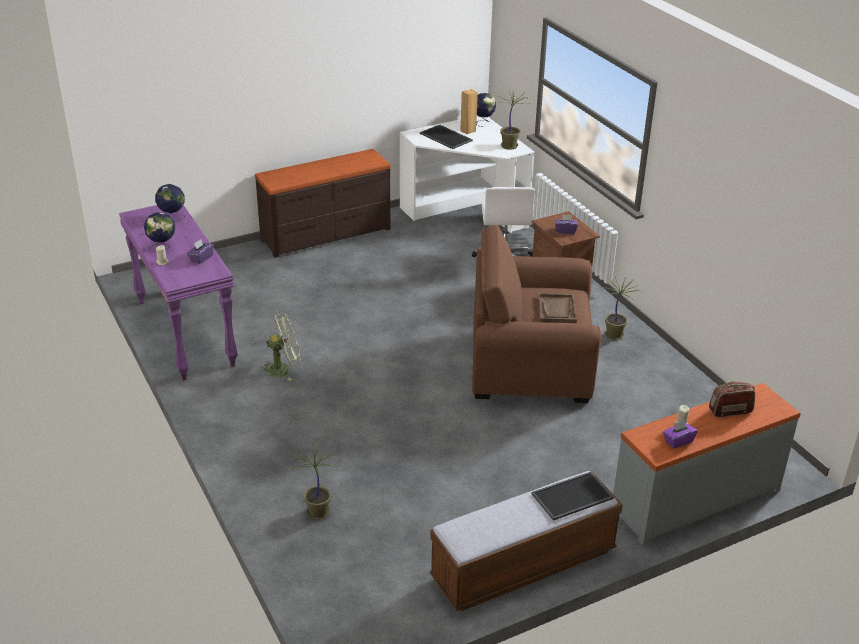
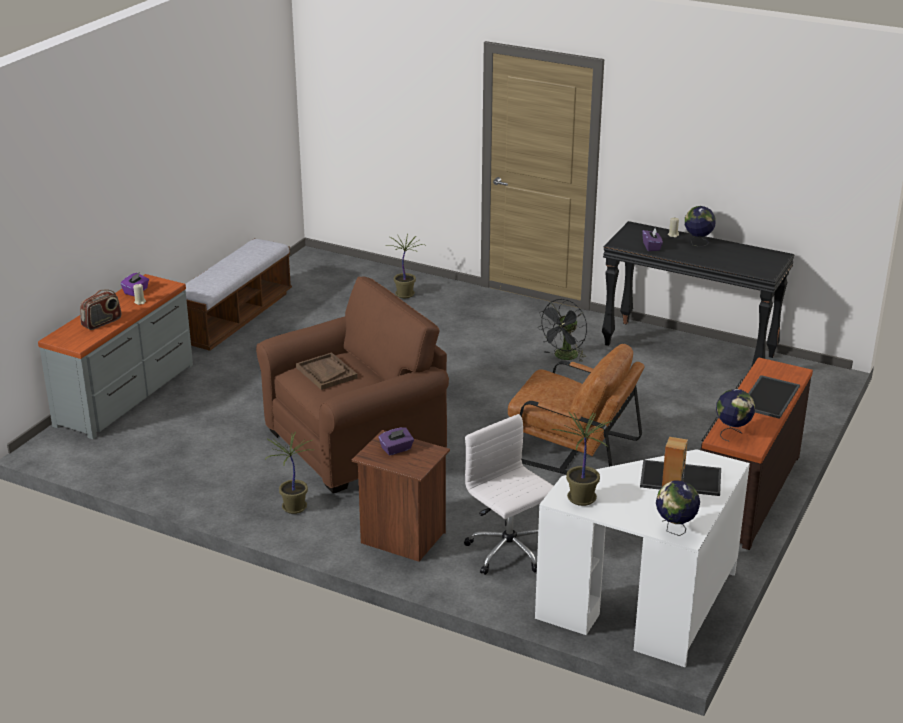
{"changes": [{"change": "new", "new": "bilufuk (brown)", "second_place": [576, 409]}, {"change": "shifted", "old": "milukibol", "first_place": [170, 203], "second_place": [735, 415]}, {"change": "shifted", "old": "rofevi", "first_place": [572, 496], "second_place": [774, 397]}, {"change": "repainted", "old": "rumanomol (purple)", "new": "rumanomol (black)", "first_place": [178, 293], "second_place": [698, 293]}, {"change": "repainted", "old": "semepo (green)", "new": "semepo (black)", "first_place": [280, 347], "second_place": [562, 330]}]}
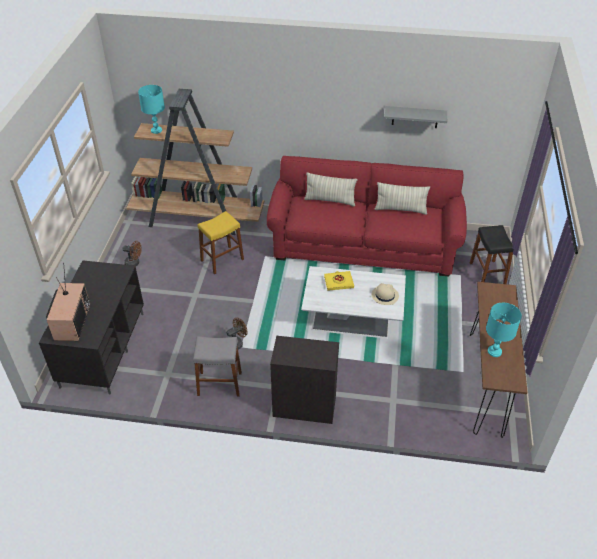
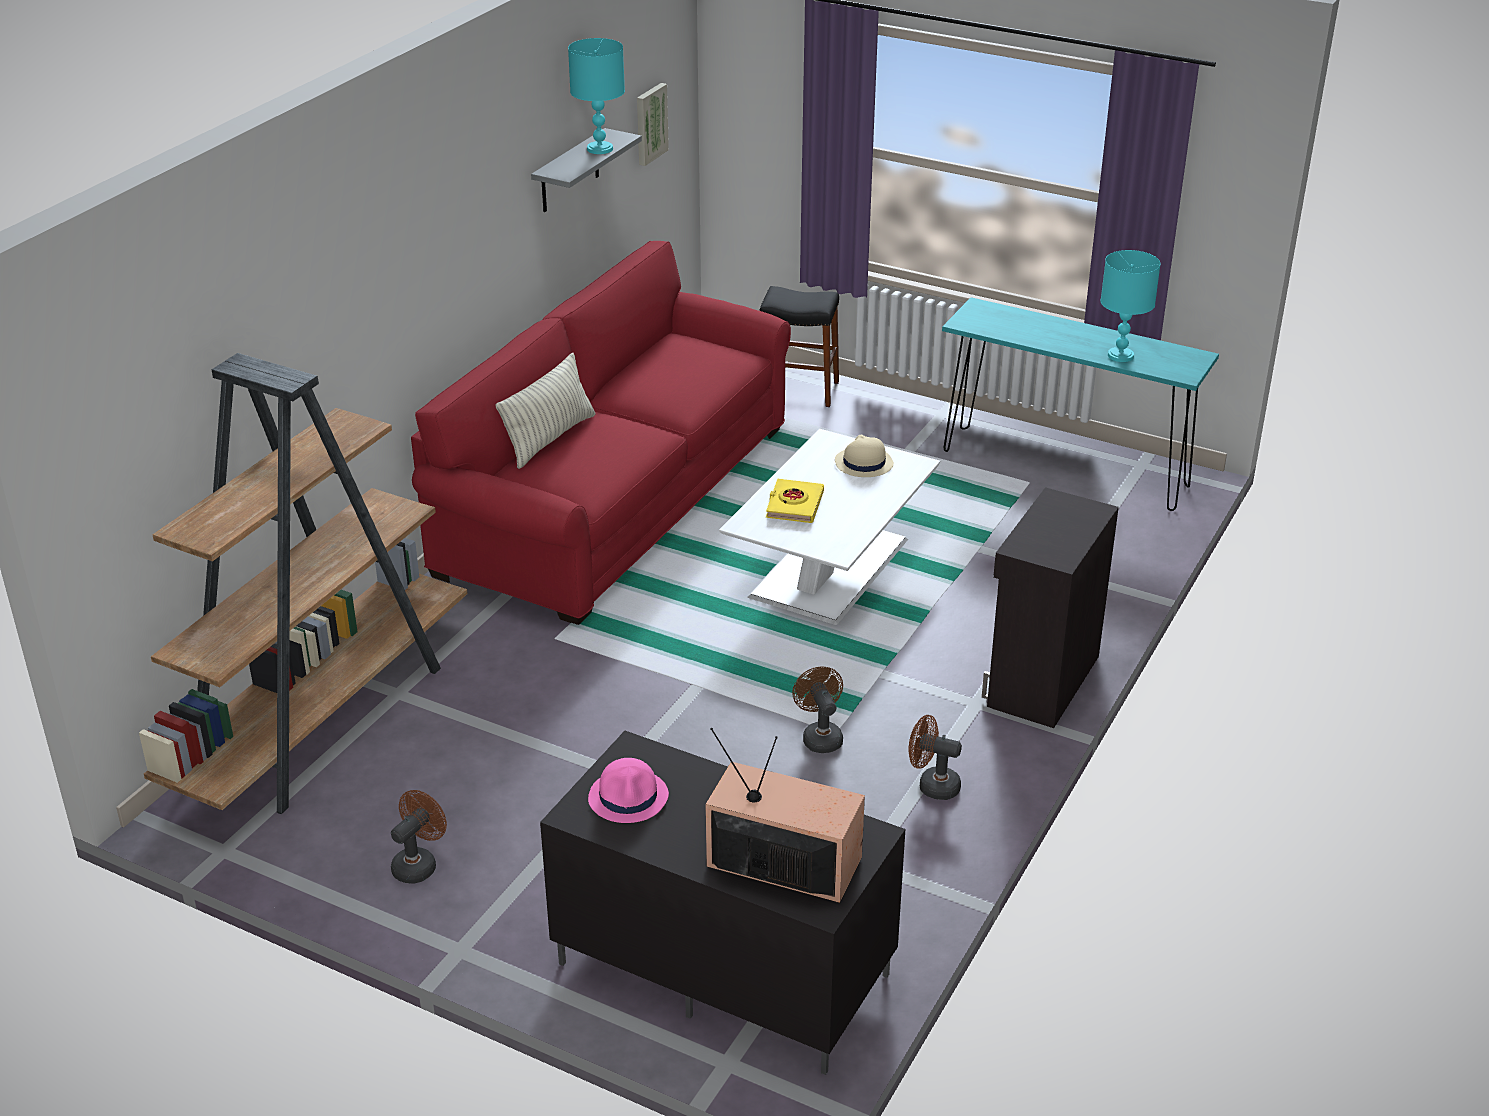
{"changes": [{"change": "gone", "old": "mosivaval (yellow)", "first_place": [221, 242]}, {"change": "gone", "old": "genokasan", "first_place": [402, 198]}, {"change": "new", "new": "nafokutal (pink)", "second_place": [628, 790]}, {"change": "new", "new": "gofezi", "second_place": [653, 124]}, {"change": "shifted", "old": "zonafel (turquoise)", "first_place": [151, 109], "second_place": [596, 96]}, {"change": "swapped", "old": "mosivaval (grey)", "new": "semepo (brown)", "first_place": [217, 366], "second_place": [935, 757]}, {"change": "repainted", "old": "rumanomol (brown)", "new": "rumanomol (turquoise)", "first_place": [499, 360], "second_place": [1080, 404]}]}
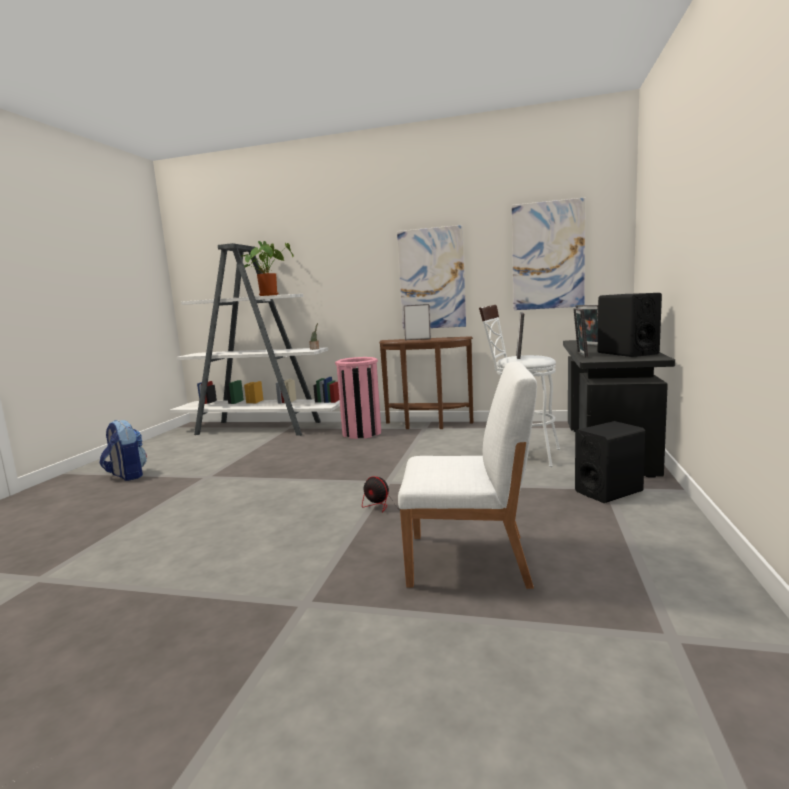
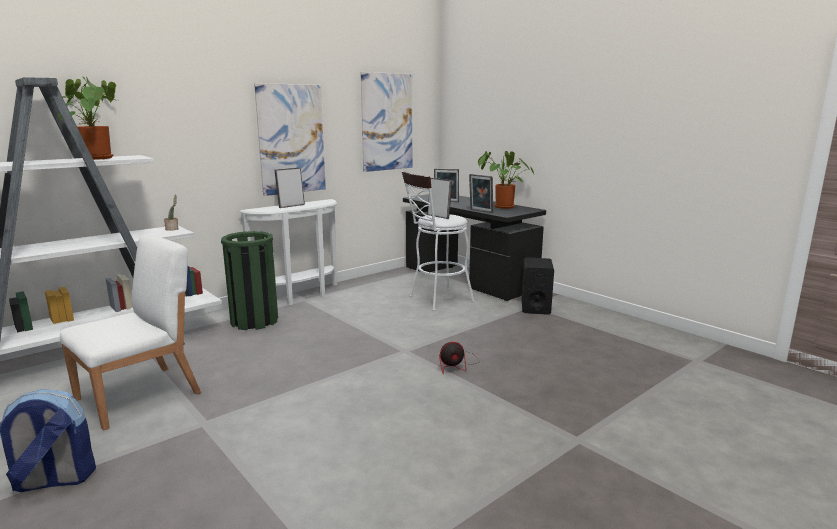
{"changes": [{"change": "shifted", "old": "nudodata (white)", "first_place": [467, 475], "second_place": [130, 332]}, {"change": "swapped", "old": "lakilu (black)", "new": "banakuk", "first_place": [630, 325], "second_place": [506, 180]}, {"change": "repainted", "old": "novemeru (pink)", "new": "novemeru (green)", "first_place": [358, 398], "second_place": [249, 280]}, {"change": "repainted", "old": "rumanomol (brown)", "new": "rumanomol (white)", "first_place": [426, 382], "second_place": [288, 252]}]}
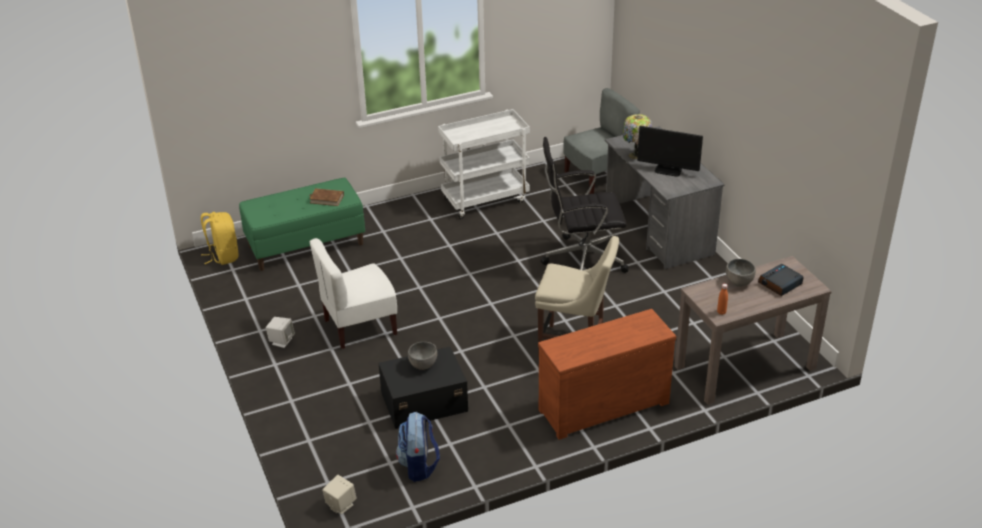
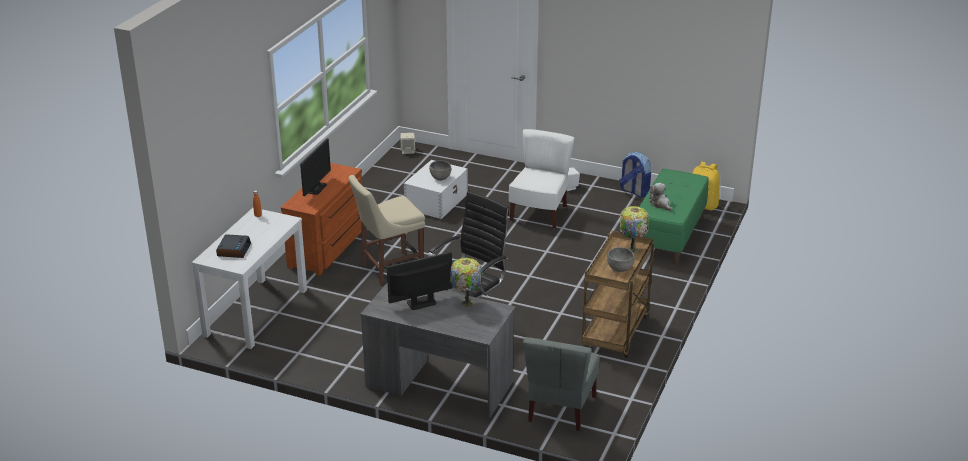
{"changes": [{"change": "new", "new": "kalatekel", "second_place": [315, 167]}, {"change": "new", "new": "zonafel", "second_place": [634, 230]}, {"change": "shifted", "old": "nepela", "first_place": [418, 447], "second_place": [635, 175]}, {"change": "shifted", "old": "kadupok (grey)", "first_place": [741, 273], "second_place": [620, 259]}, {"change": "swapped", "old": "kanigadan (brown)", "new": "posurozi", "first_place": [326, 197], "second_place": [660, 197]}, {"change": "repainted", "old": "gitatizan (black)", "new": "gitatizan (white)", "first_place": [423, 388], "second_place": [436, 189]}, {"change": "repainted", "old": "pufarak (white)", "new": "pufarak (brown)", "first_place": [484, 164], "second_place": [618, 294]}, {"change": "repainted", "old": "rumanomol (brown)", "new": "rumanomol (white)", "first_place": [753, 330], "second_place": [249, 278]}]}
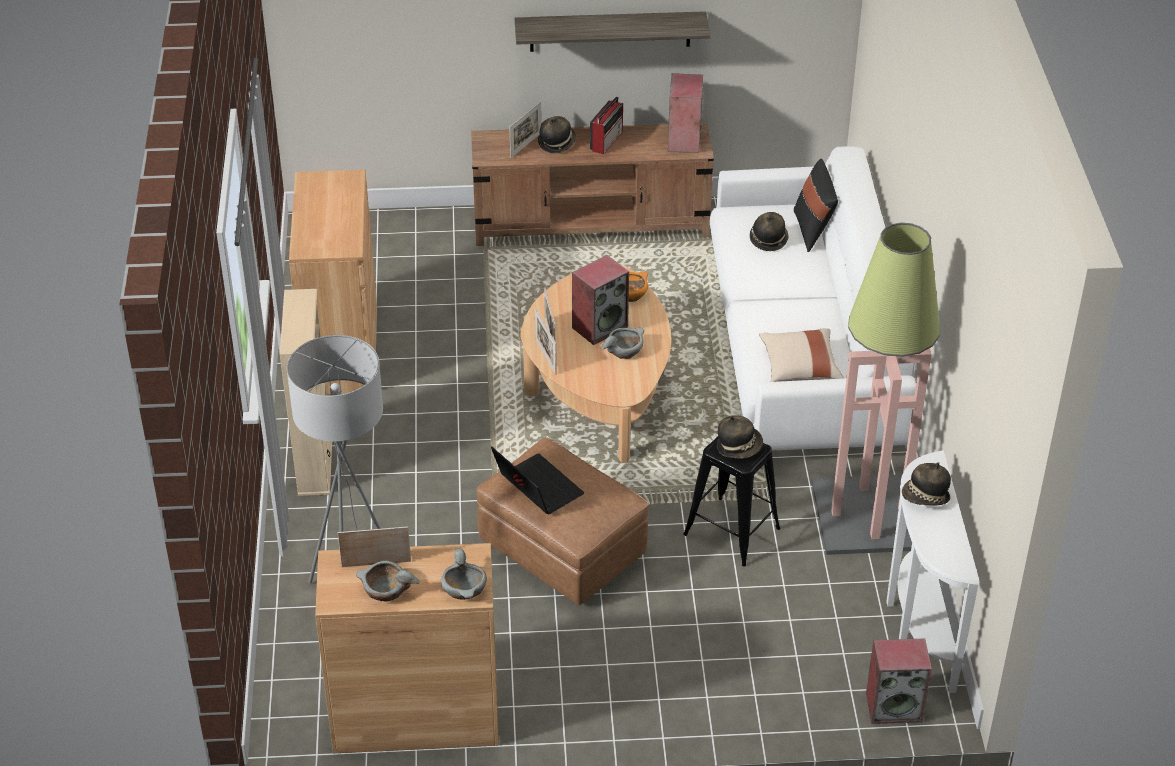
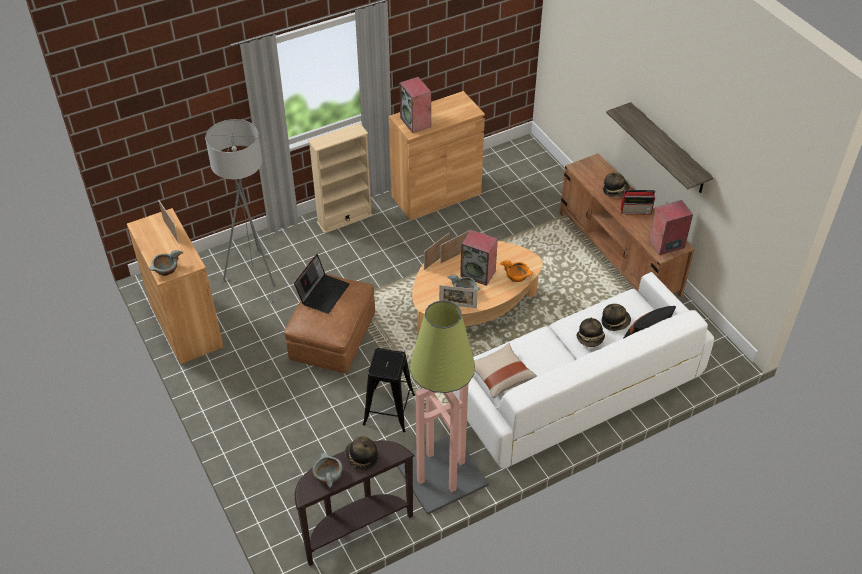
{"changes": [{"change": "shifted", "old": "kadupok (grey)", "first_place": [388, 581], "second_place": [327, 470]}, {"change": "shifted", "old": "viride", "first_place": [525, 130], "second_place": [458, 296]}, {"change": "shifted", "old": "nafokutal", "first_place": [740, 437], "second_place": [591, 332]}, {"change": "shifted", "old": "lakilu", "first_place": [899, 681], "second_place": [415, 105]}, {"change": "repainted", "old": "rumanomol (white)", "new": "rumanomol (brown)", "first_place": [933, 571], "second_place": [354, 503]}]}
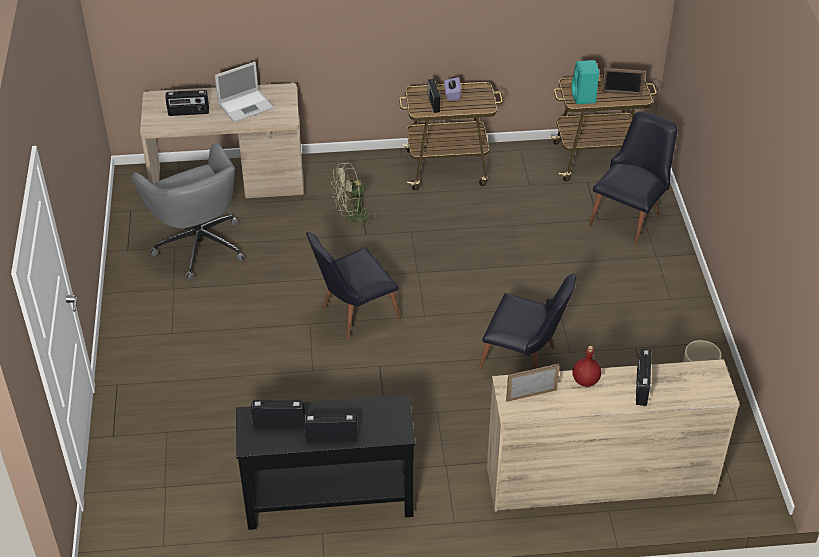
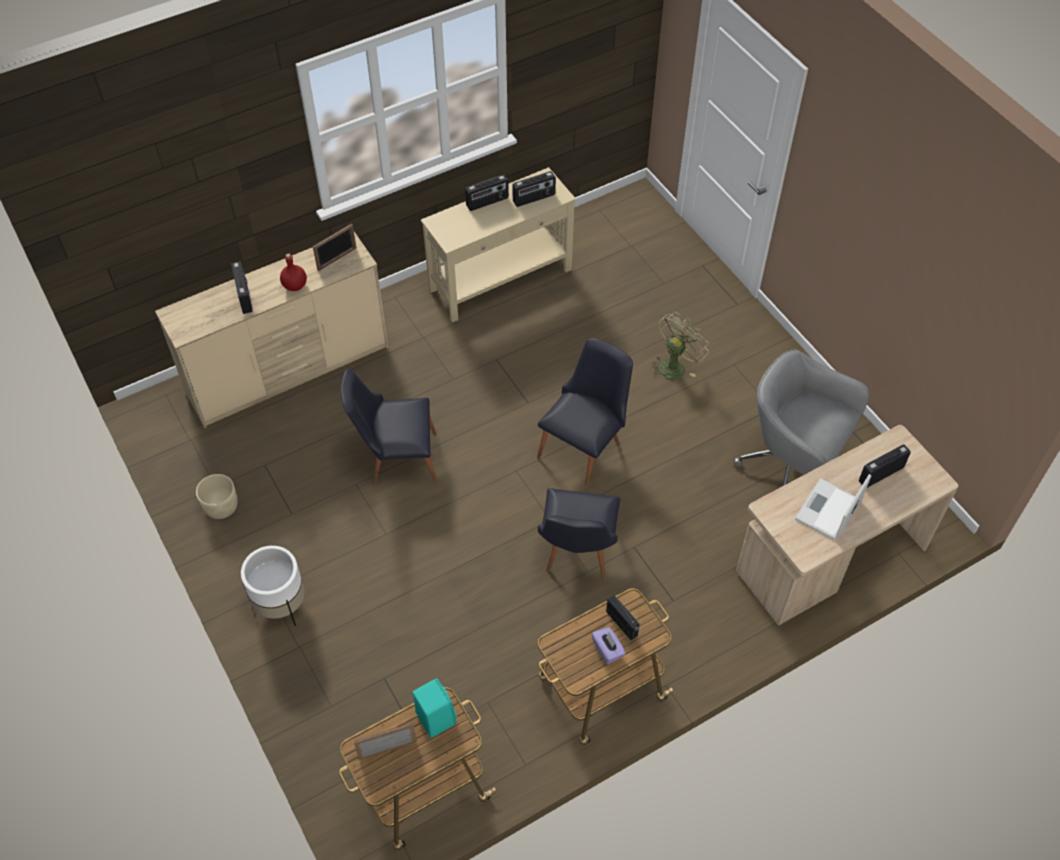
{"changes": [{"change": "new", "new": "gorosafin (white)", "second_place": [273, 586]}, {"change": "shifted", "old": "semepo (green)", "first_place": [354, 195], "second_place": [680, 345]}, {"change": "shifted", "old": "nudodata (black)", "first_place": [633, 178], "second_place": [579, 533]}, {"change": "repainted", "old": "rumanomol (black)", "new": "rumanomol (beige)", "first_place": [325, 462], "second_place": [498, 244]}]}
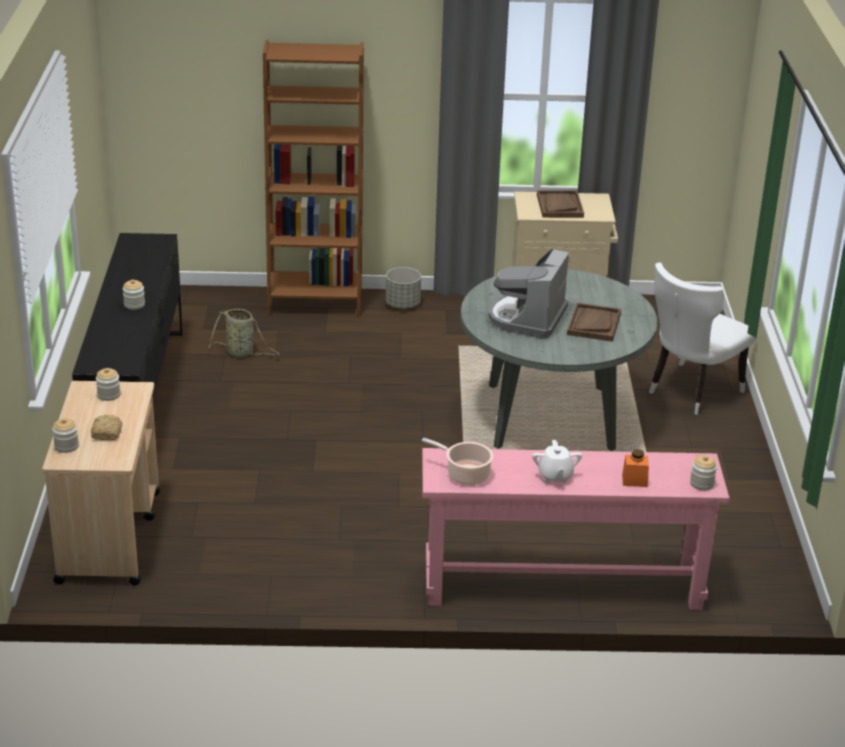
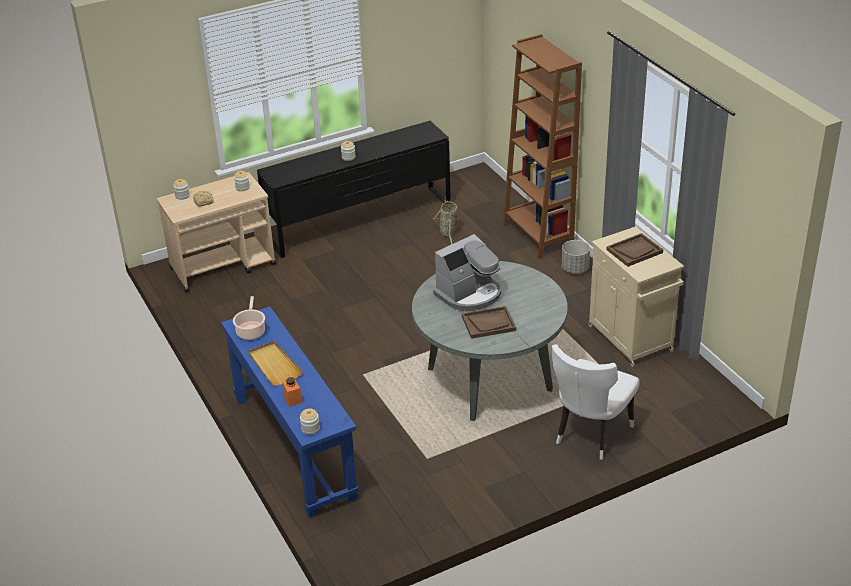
{"changes": [{"change": "swapped", "old": "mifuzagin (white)", "new": "rofevi (beige)", "first_place": [557, 461], "second_place": [275, 363]}, {"change": "repainted", "old": "rumanomol (pink)", "new": "rumanomol (blue)", "first_place": [576, 529], "second_place": [290, 412]}, {"change": "rotated", "old": "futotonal", "first_place": [529, 293], "second_place": [467, 272], "degrees": 150}, {"change": "rotated", "old": "nudodata (white)", "first_place": [702, 338], "second_place": [596, 402], "degrees": -75}]}
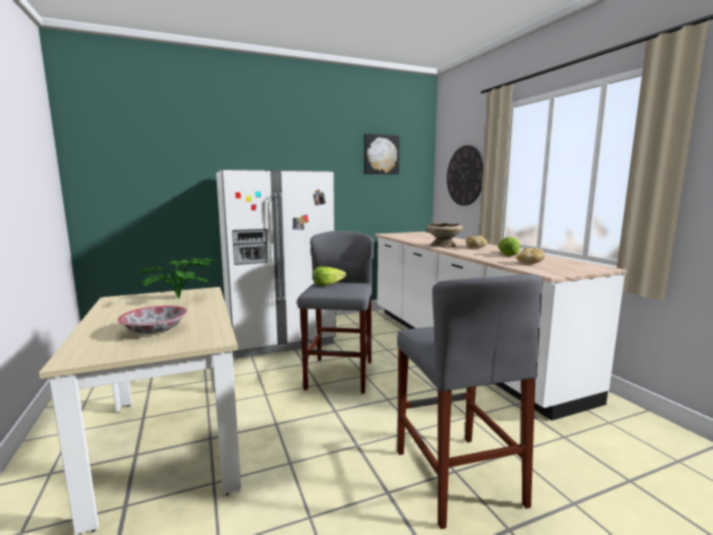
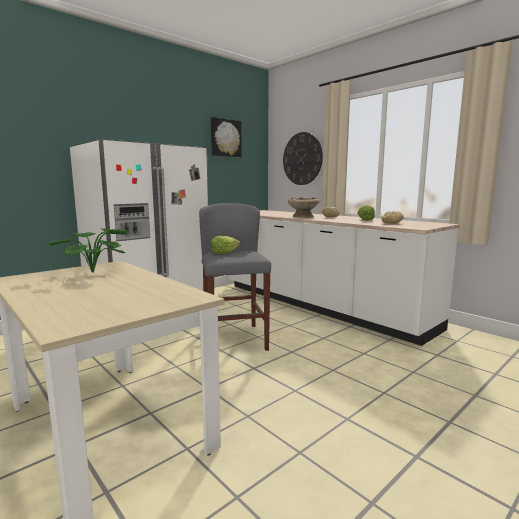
{"changes": [{"change": "gone", "old": "kadupok", "first_place": [152, 319]}, {"change": "gone", "old": "mosivaval (grey)", "first_place": [470, 401]}]}
